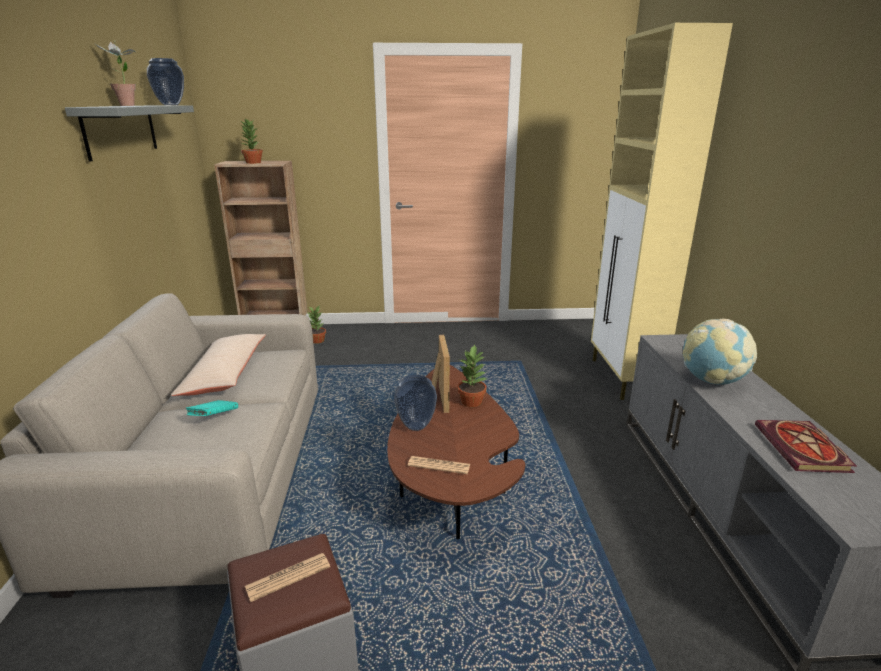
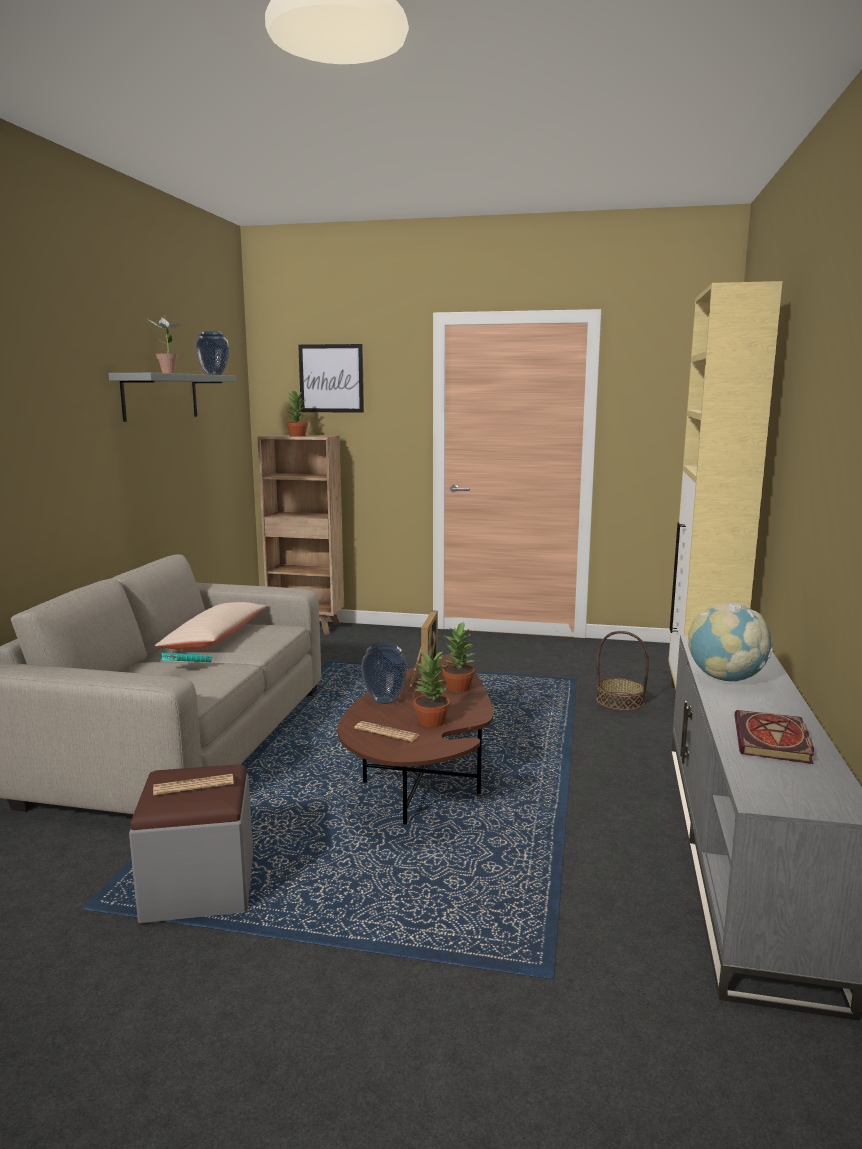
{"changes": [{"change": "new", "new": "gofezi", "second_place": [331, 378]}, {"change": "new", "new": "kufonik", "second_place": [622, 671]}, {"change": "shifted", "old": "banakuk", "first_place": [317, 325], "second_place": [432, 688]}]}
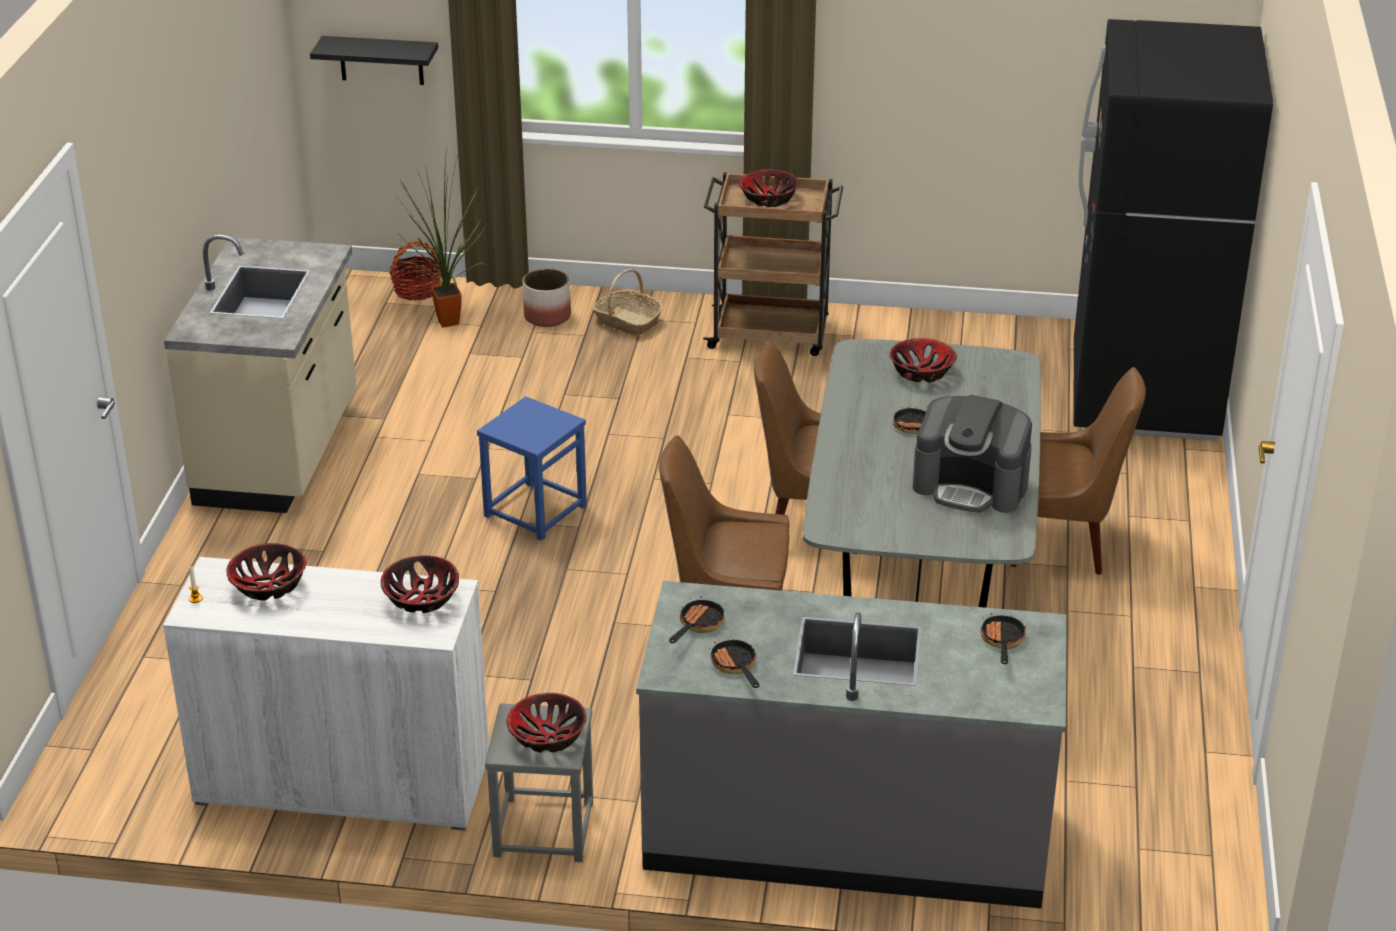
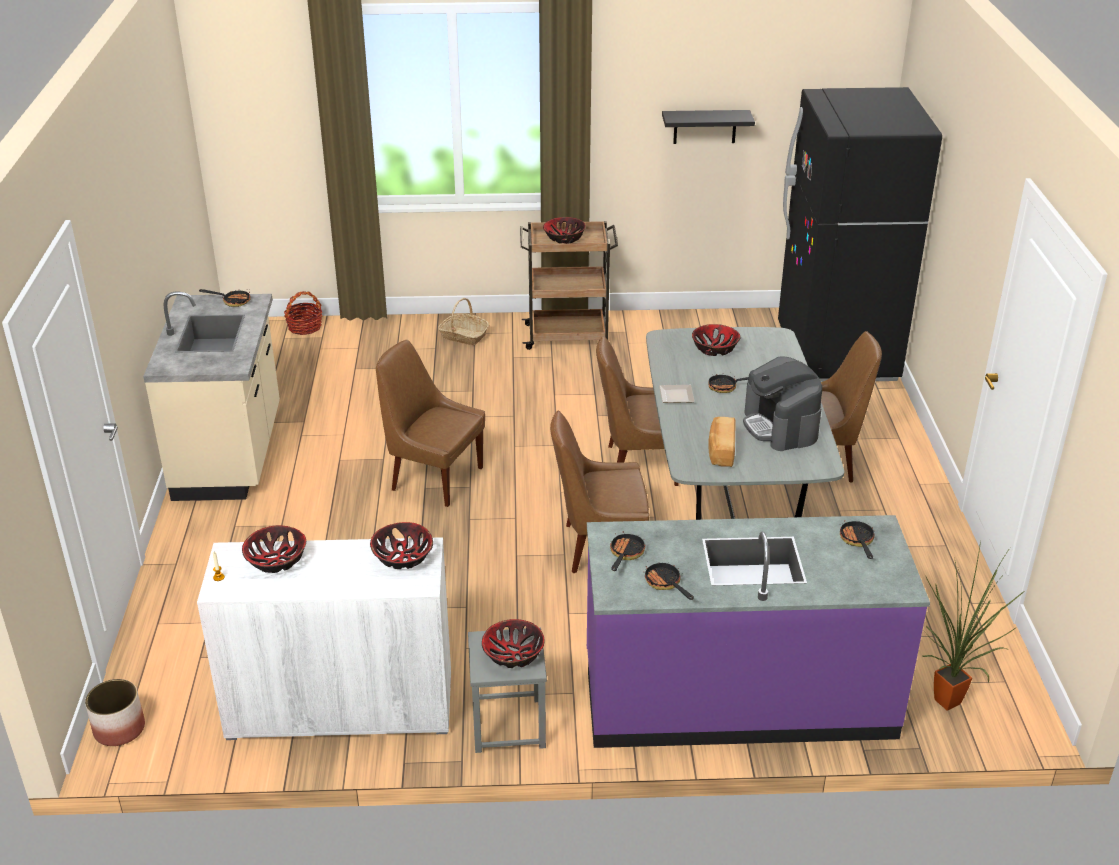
{"changes": [{"change": "new", "new": "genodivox", "second_place": [225, 298]}, {"change": "new", "new": "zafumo", "second_place": [677, 394]}, {"change": "new", "new": "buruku", "second_place": [722, 442]}, {"change": "shifted", "old": "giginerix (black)", "first_place": [374, 60], "second_place": [708, 127]}, {"change": "shifted", "old": "banakuk", "first_place": [442, 242], "second_place": [972, 626]}, {"change": "shifted", "old": "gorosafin", "first_place": [547, 297], "second_place": [115, 712]}, {"change": "swapped", "old": "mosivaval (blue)", "new": "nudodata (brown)", "first_place": [532, 468], "second_place": [430, 423]}, {"change": "repainted", "old": "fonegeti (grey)", "new": "fonegeti (purple)", "first_place": [851, 745], "second_place": [758, 631]}, {"change": "rotated", "old": "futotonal", "first_place": [972, 454], "second_place": [782, 403], "degrees": 60}]}
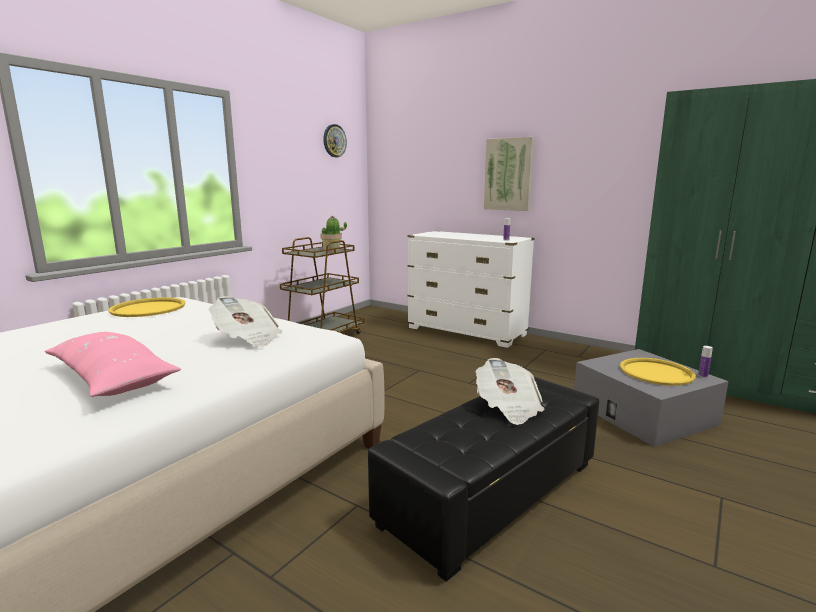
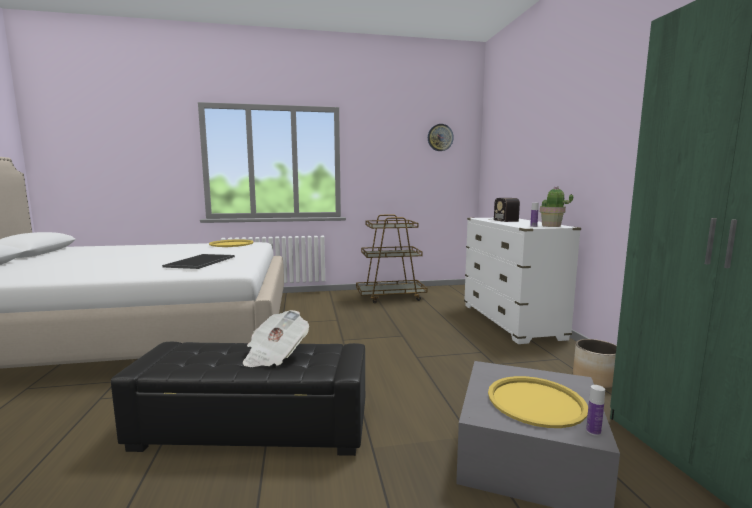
{"changes": [{"change": "gone", "old": "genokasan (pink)", "first_place": [112, 364]}, {"change": "gone", "old": "gofezi", "first_place": [509, 174]}, {"change": "new", "new": "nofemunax", "second_place": [504, 210]}, {"change": "new", "new": "gorosafin", "second_place": [595, 363]}, {"change": "shifted", "old": "banakuk", "first_place": [333, 234], "second_place": [556, 207]}, {"change": "swapped", "old": "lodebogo", "new": "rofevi", "first_place": [246, 321], "second_place": [198, 261]}]}
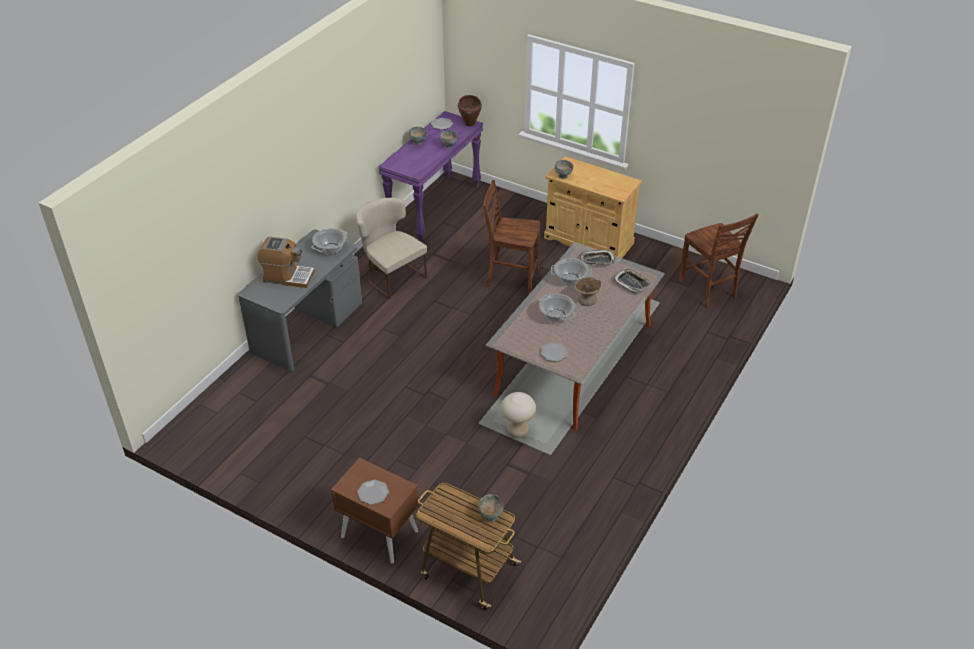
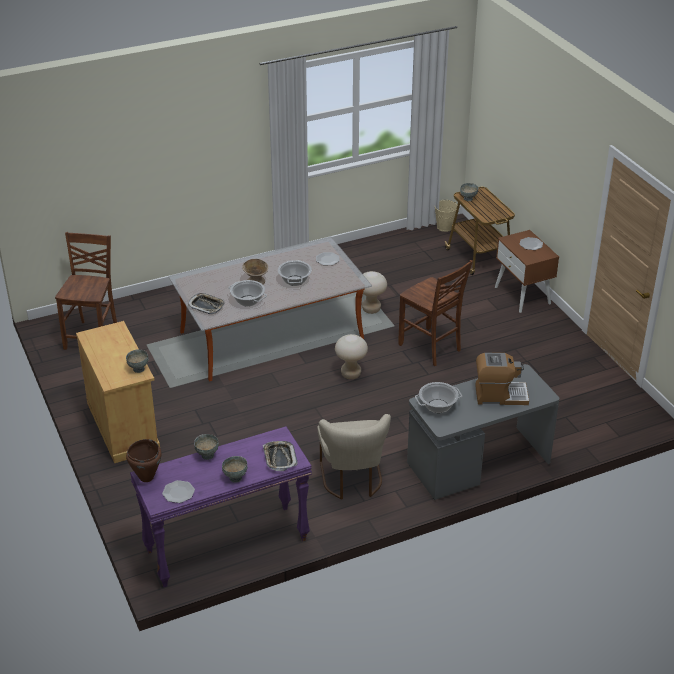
{"changes": [{"change": "new", "new": "mosivaval (beige)", "second_place": [351, 356]}, {"change": "new", "new": "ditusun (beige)", "second_place": [445, 216]}, {"change": "shifted", "old": "nudodata (brown)", "first_place": [511, 237], "second_place": [435, 313]}, {"change": "shifted", "old": "rofevi", "first_place": [632, 281], "second_place": [280, 456]}, {"change": "rotated", "old": "futotonal", "first_place": [286, 262], "second_place": [502, 379], "degrees": 135}]}
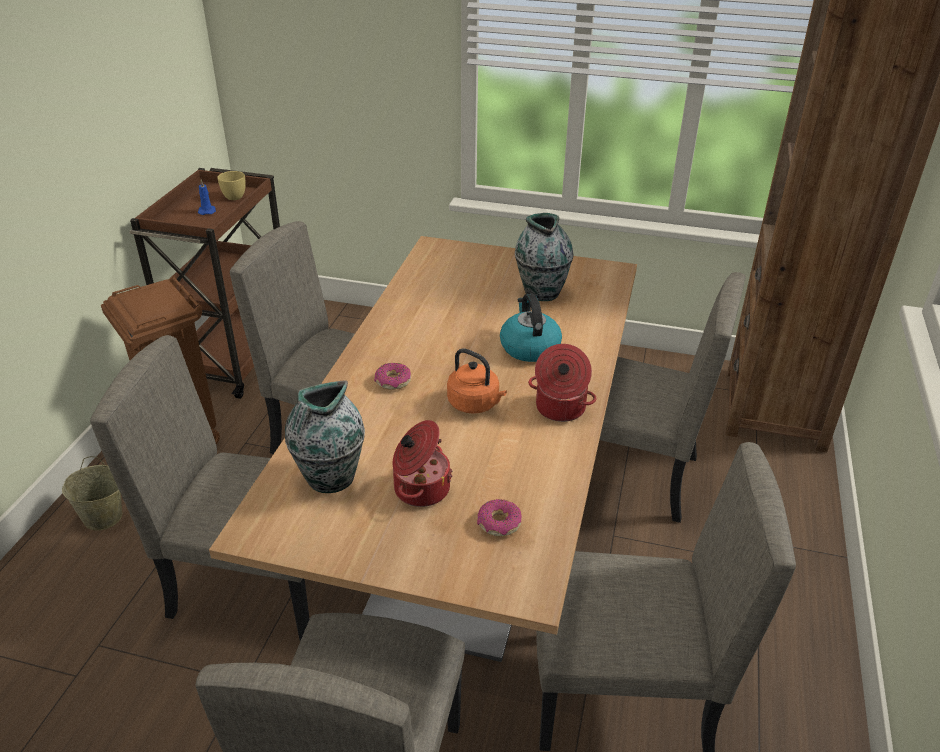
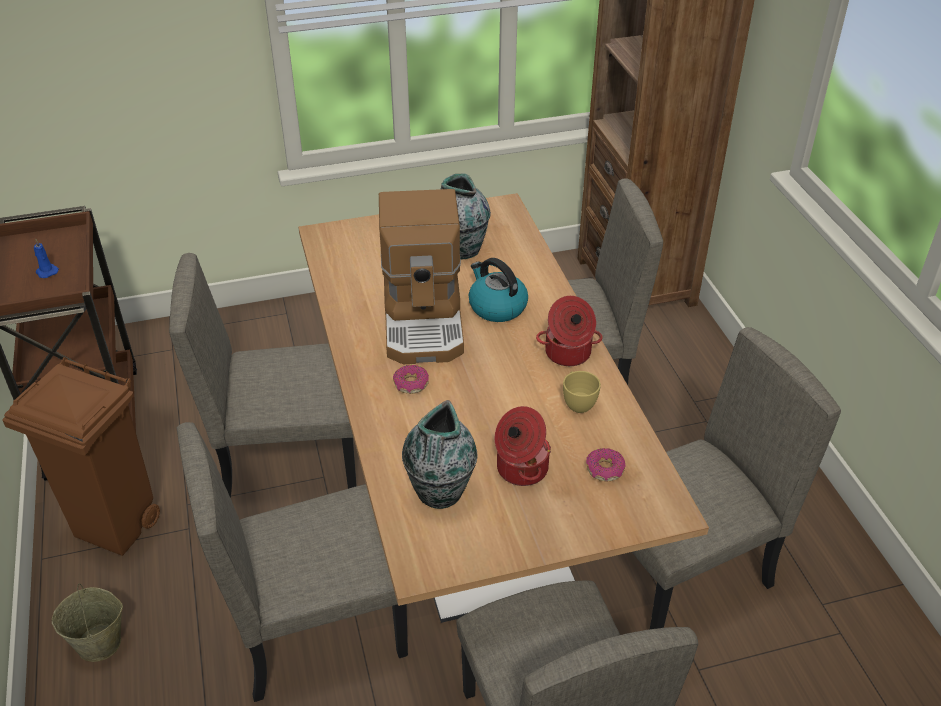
{"changes": [{"change": "gone", "old": "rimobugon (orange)", "first_place": [477, 381]}, {"change": "new", "new": "futotonal", "second_place": [421, 276]}, {"change": "shifted", "old": "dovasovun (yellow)", "first_place": [231, 185], "second_place": [582, 392]}]}
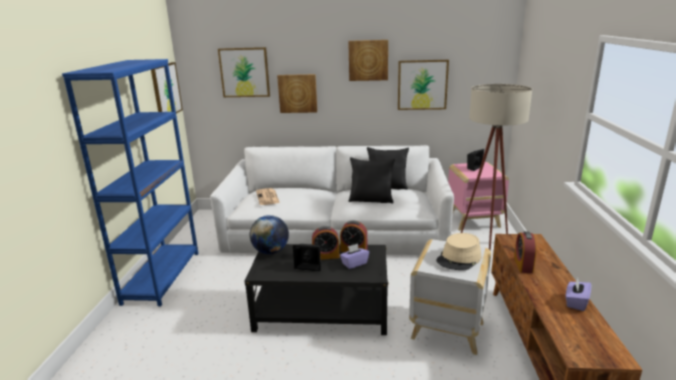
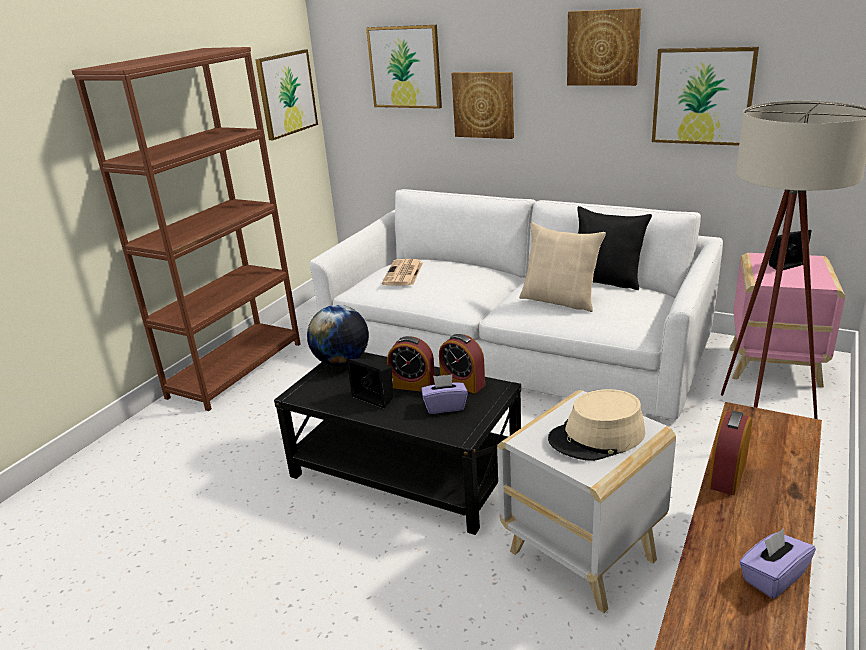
{"changes": [{"change": "repainted", "old": "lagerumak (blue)", "new": "lagerumak (brown)", "first_place": [130, 182], "second_place": [186, 229]}, {"change": "repainted", "old": "genokasan (black)", "new": "genokasan (beige)", "first_place": [372, 180], "second_place": [562, 267]}]}
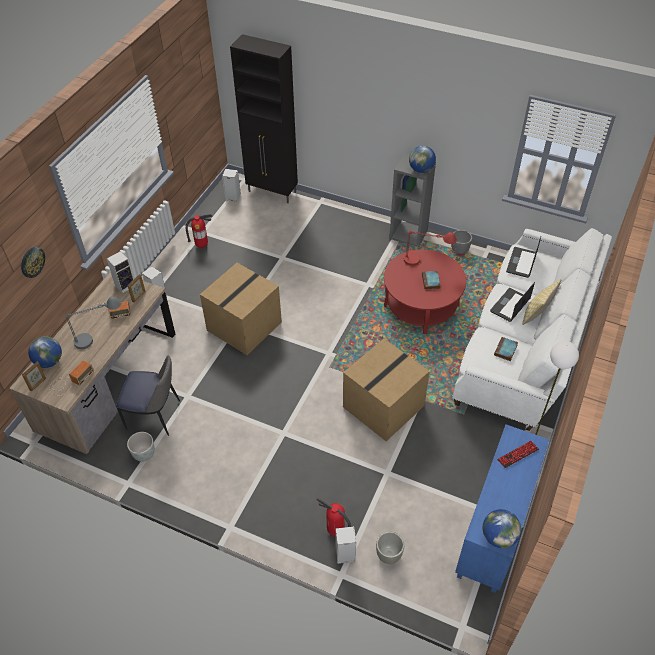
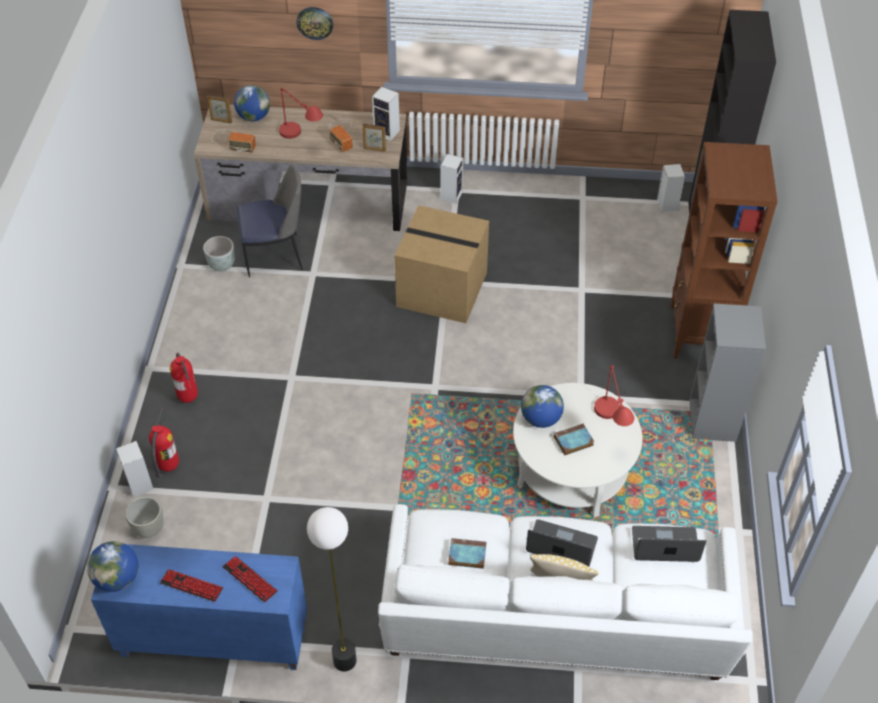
{"changes": [{"change": "gone", "old": "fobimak", "first_place": [386, 390]}, {"change": "gone", "old": "gorosafin (grey)", "first_place": [461, 242]}, {"change": "new", "new": "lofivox", "second_place": [191, 585]}, {"change": "new", "new": "lagerumak (brown)", "second_place": [724, 250]}, {"change": "shifted", "old": "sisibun", "first_place": [199, 231], "second_place": [184, 378]}, {"change": "shifted", "old": "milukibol", "first_place": [422, 159], "second_place": [542, 406]}, {"change": "repainted", "old": "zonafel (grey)", "new": "zonafel (red)", "first_place": [93, 322], "second_place": [301, 113]}, {"change": "repainted", "old": "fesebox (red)", "new": "fesebox (white)", "first_place": [425, 292], "second_place": [577, 450]}, {"change": "rotated", "old": "nudodata", "first_place": [148, 395], "second_place": [270, 220], "degrees": -90}]}
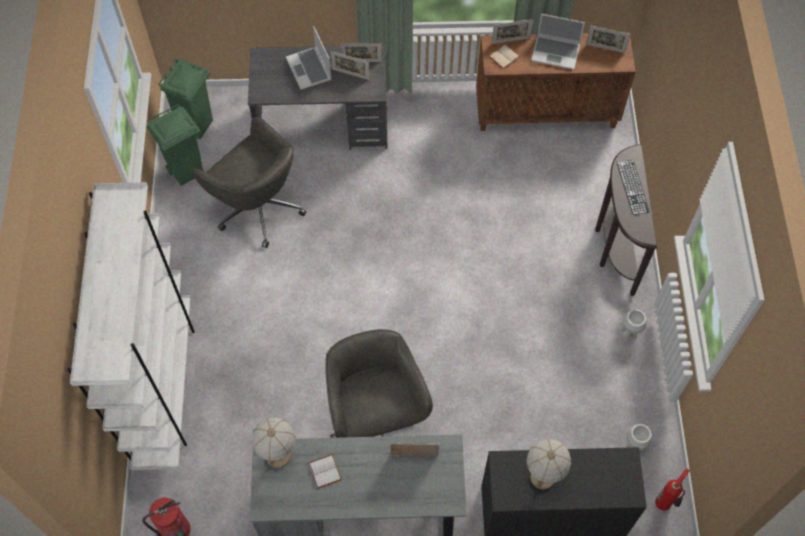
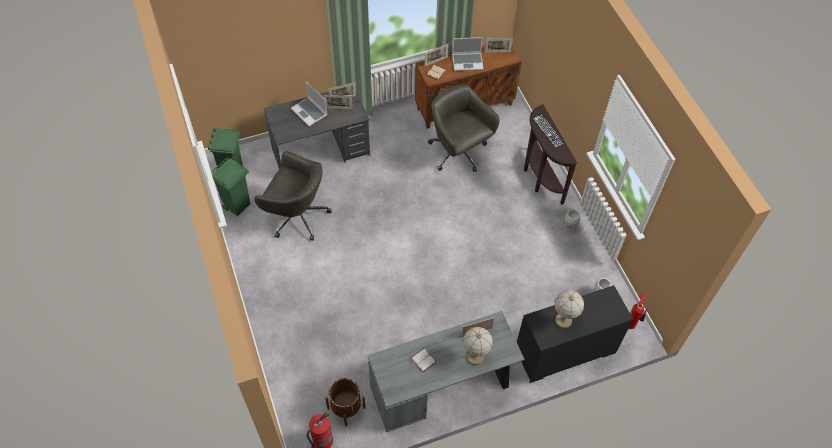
{"changes": [{"change": "gone", "old": "lagerumak (white)", "first_place": [130, 326]}, {"change": "new", "new": "gorosafin (brown)", "second_place": [345, 402]}, {"change": "shifted", "old": "zonafel", "first_place": [274, 443], "second_place": [478, 346]}, {"change": "shifted", "old": "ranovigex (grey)", "first_place": [379, 383], "second_place": [464, 128]}]}
